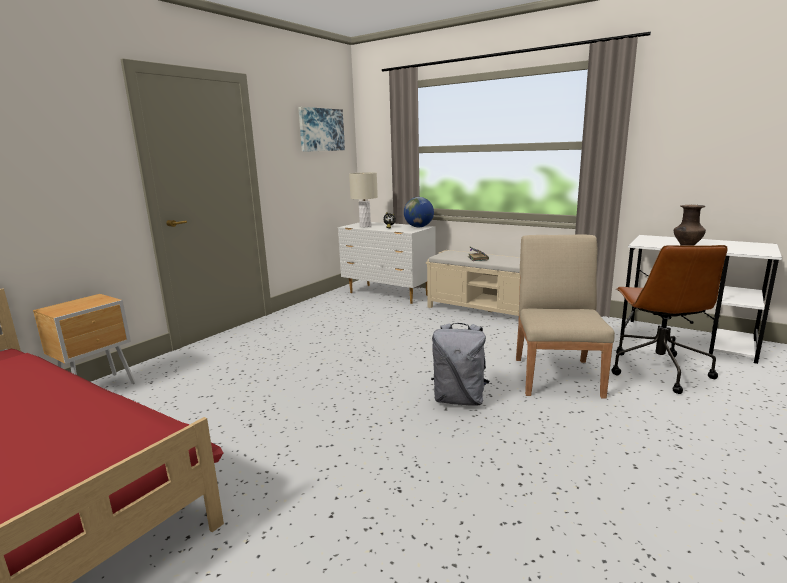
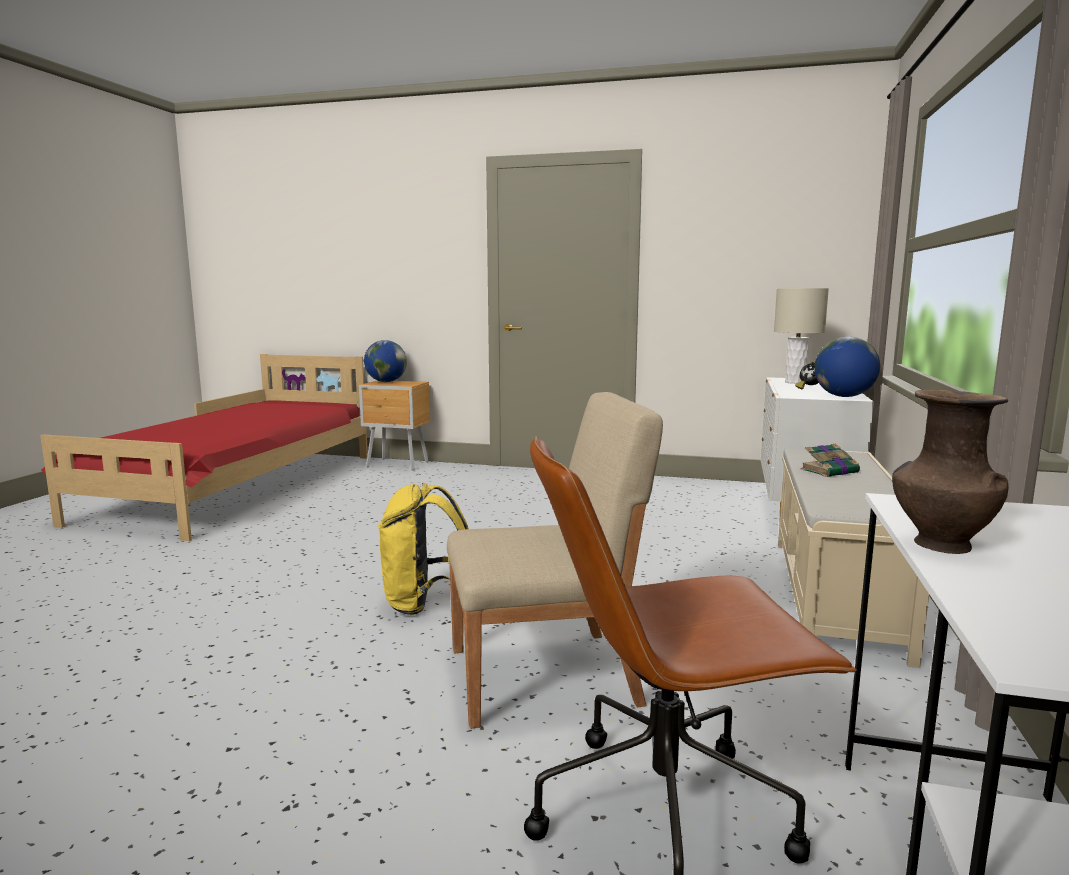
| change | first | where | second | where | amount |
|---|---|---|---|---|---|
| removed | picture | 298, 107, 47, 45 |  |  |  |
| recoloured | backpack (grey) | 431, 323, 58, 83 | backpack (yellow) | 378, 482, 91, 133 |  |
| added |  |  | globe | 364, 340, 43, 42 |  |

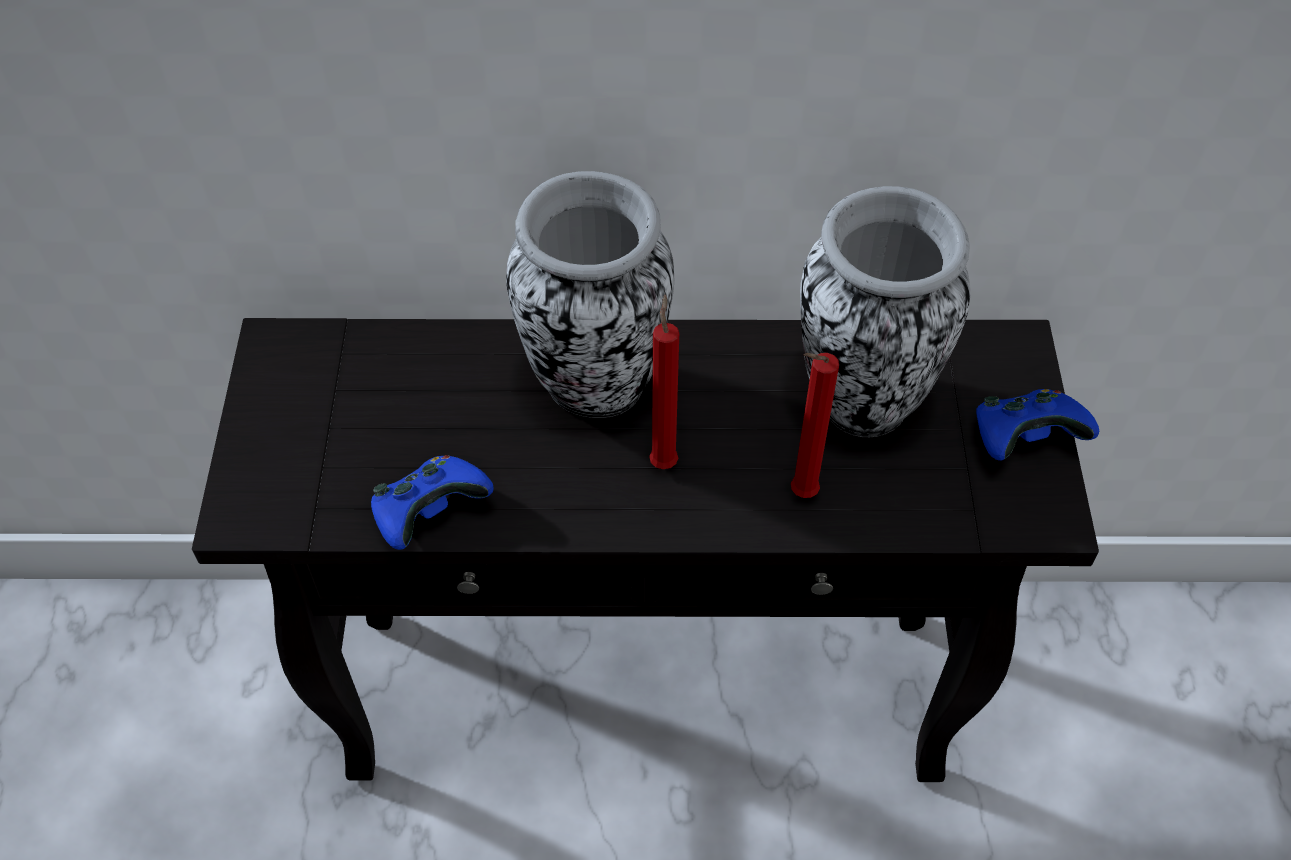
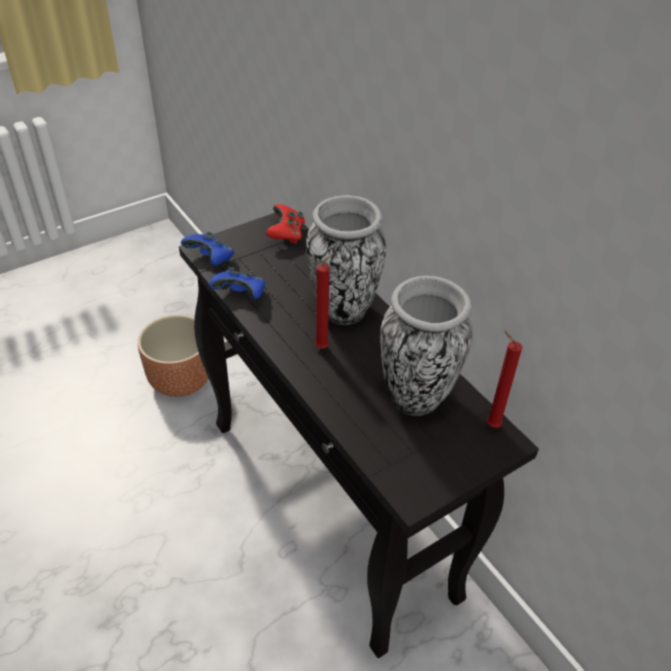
| change | first | where | second | where | amount |
|---|---|---|---|---|---|
| moved | candle (red) | 791, 353, 48, 145 |  | 487, 330, 35, 98 |  |
| moved | game controller (blue) | 976, 389, 123, 72 |  | 181, 232, 54, 34 |  |
| added |  |  | game controller (red) | 266, 204, 39, 40 |  |
| added |  |  | planter (brown) | 138, 314, 71, 83 |  |

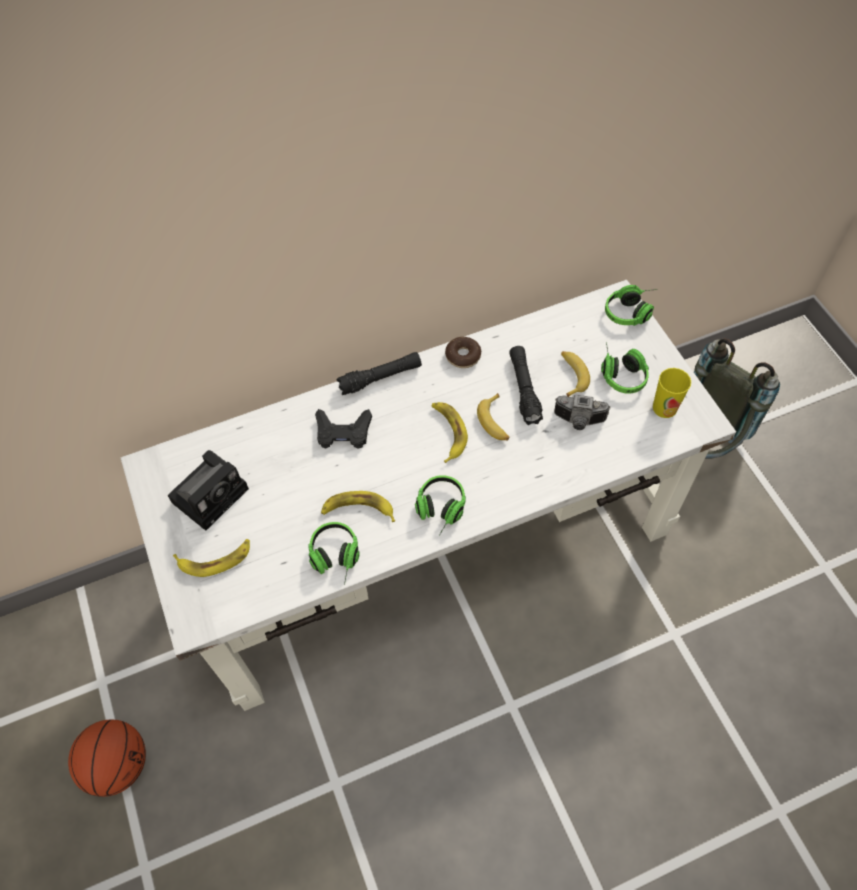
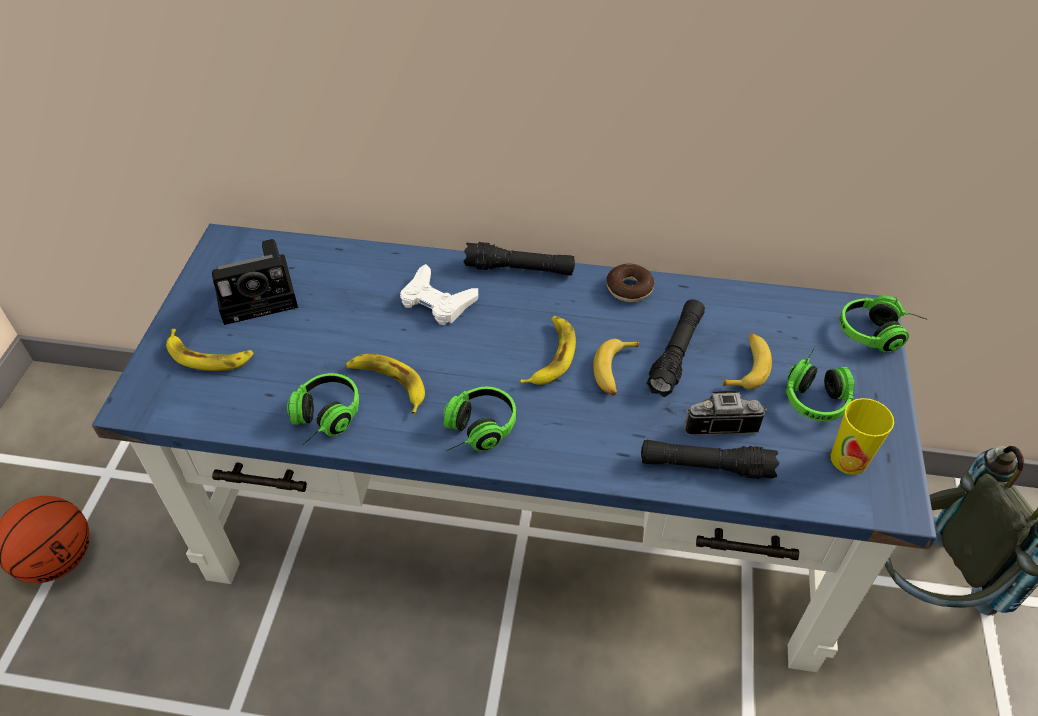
| change | first | where | second | where | amount |
|---|---|---|---|---|---|
| recoloured | desk (white) | 120, 280, 616, 431 | desk (blue) | 92, 224, 844, 448 |  |
| turned | photo camera | 554, 394, 56, 36 |  | 684, 390, 83, 46 | 135 degrees clockwise |
| recoloured | game controller (black) | 315, 409, 57, 40 | game controller (white) | 400, 264, 78, 61 |  |
| added |  |  | flashlight (black) | 641, 440, 138, 39 |  |

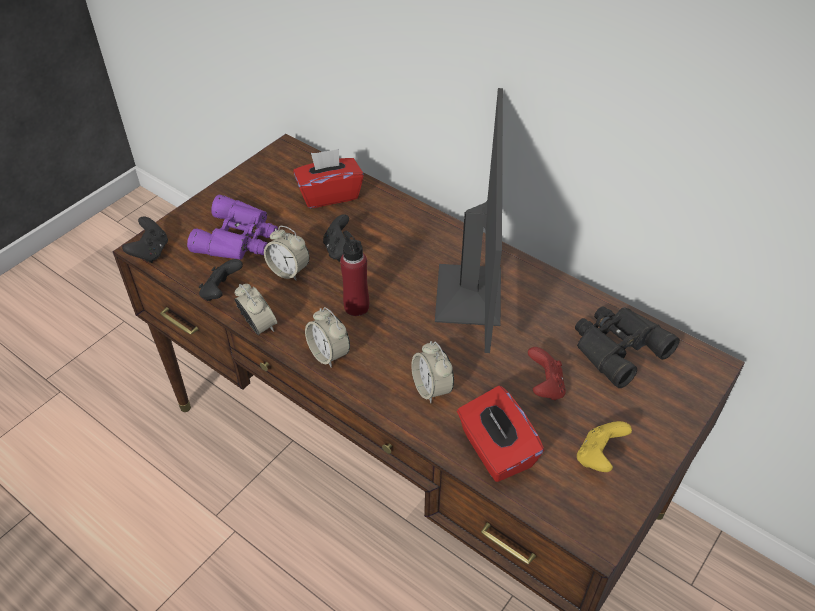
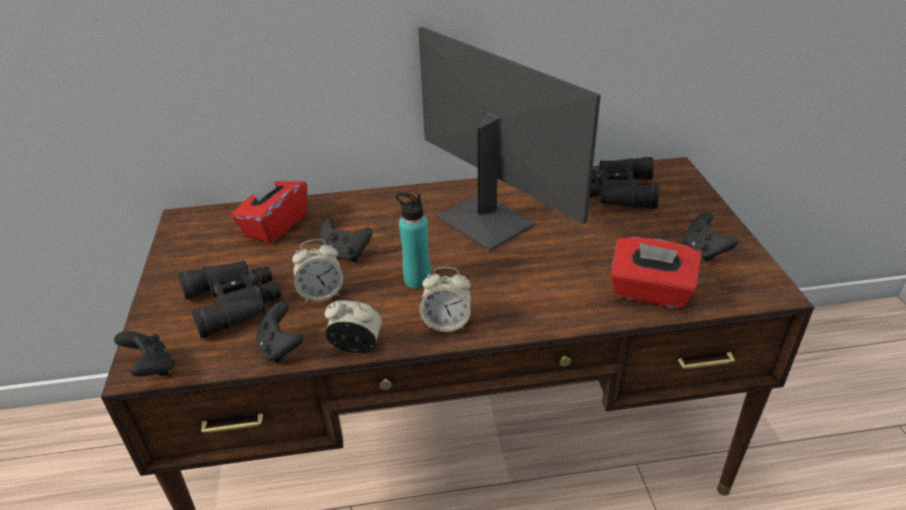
| change | first | where | second | where | amount |
|---|---|---|---|---|---|
| recoloured | binoculars (purple) | 187, 195, 91, 65 | binoculars (black) | 178, 260, 103, 78 |  |
| recoloured | bottle (red) | 340, 231, 29, 85 | bottle (turquoise) | 396, 192, 35, 97 |  |
| removed | alarm clock | 411, 341, 43, 62 |  |  |  |
| removed | game controller (red) | 528, 347, 38, 53 |  |  |  |
| recoloured | game controller (yellow) | 577, 421, 55, 51 | game controller (black) | 684, 212, 55, 50 |  |

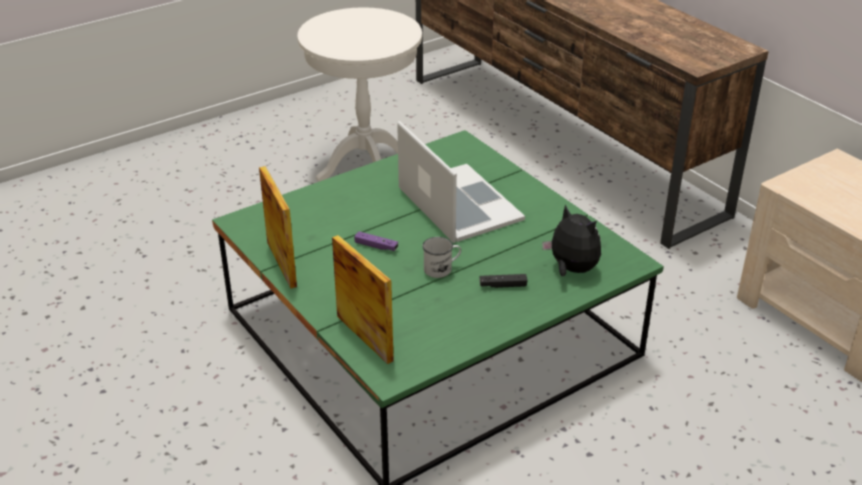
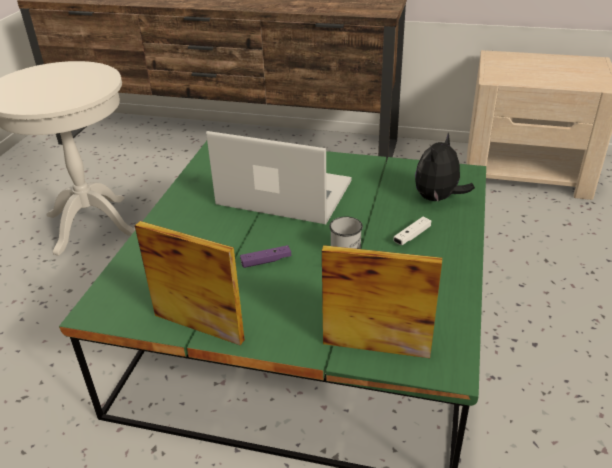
| change | first | where | second | where | amount |
|---|---|---|---|---|---|
| turned | plush toy | 542, 205, 59, 71 |  | 415, 133, 60, 69 | 60 degrees counterclockwise |
| recoloured | game controller (black) | 479, 274, 48, 14 | game controller (white) | 393, 217, 38, 28 |  |

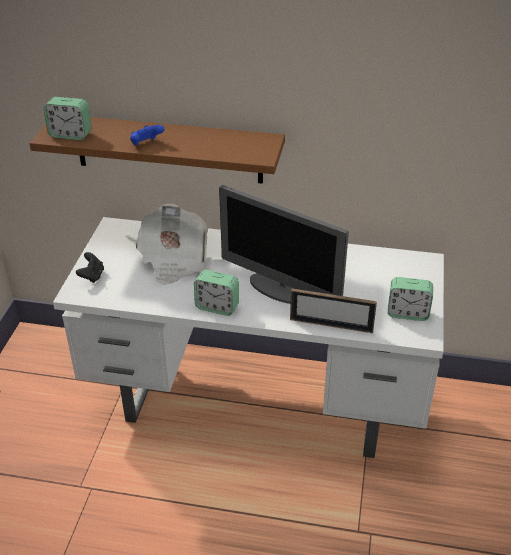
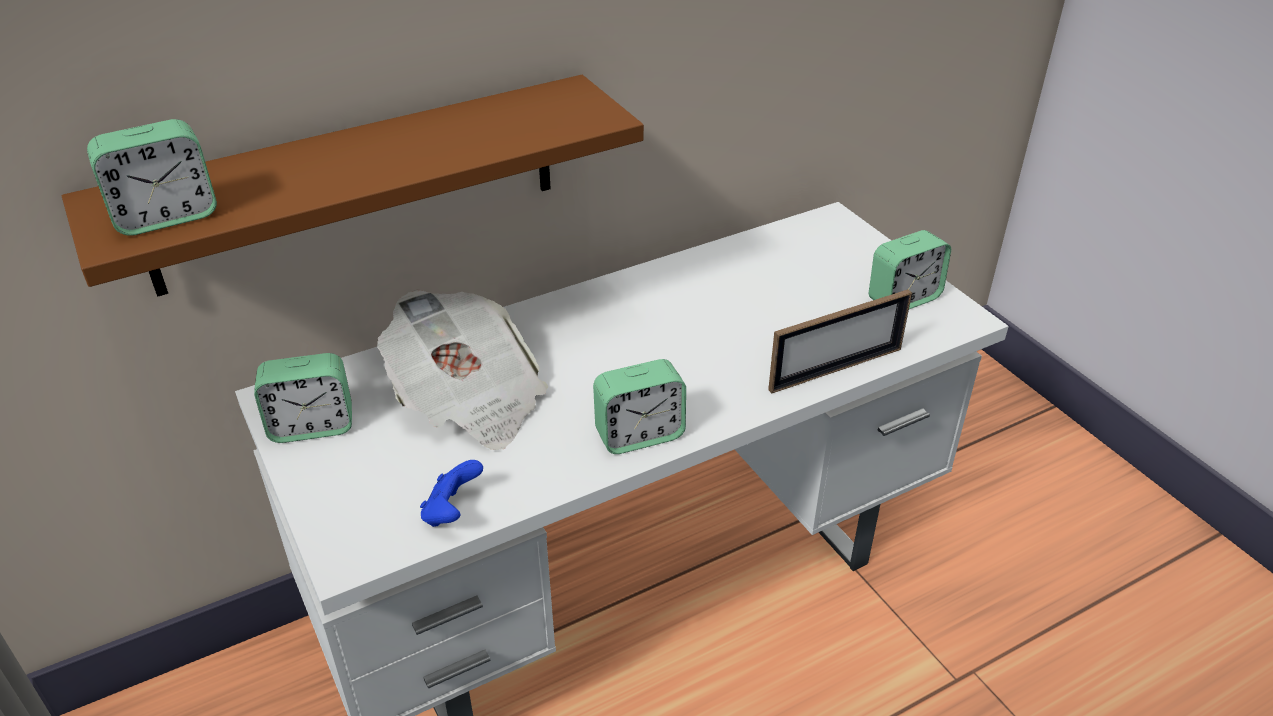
| change | first | where | second | where | amount |
|---|---|---|---|---|---|
| moved | game controller (blue) | 130, 125, 34, 20 |  | 420, 460, 63, 67 |  |
| removed | monitor | 219, 185, 130, 119 |  |  |  |
| removed | game controller (black) | 76, 252, 28, 31 |  |  |  |
| added |  |  | alarm clock | 254, 353, 98, 90 |  |

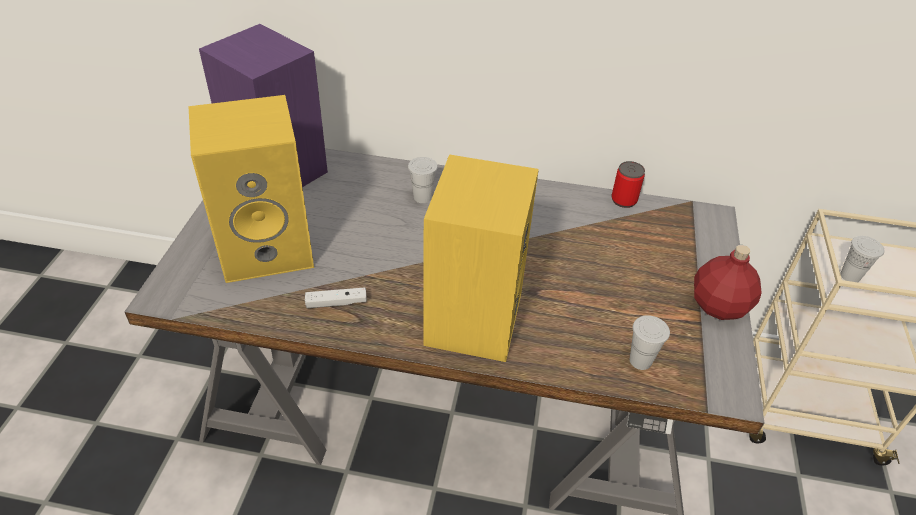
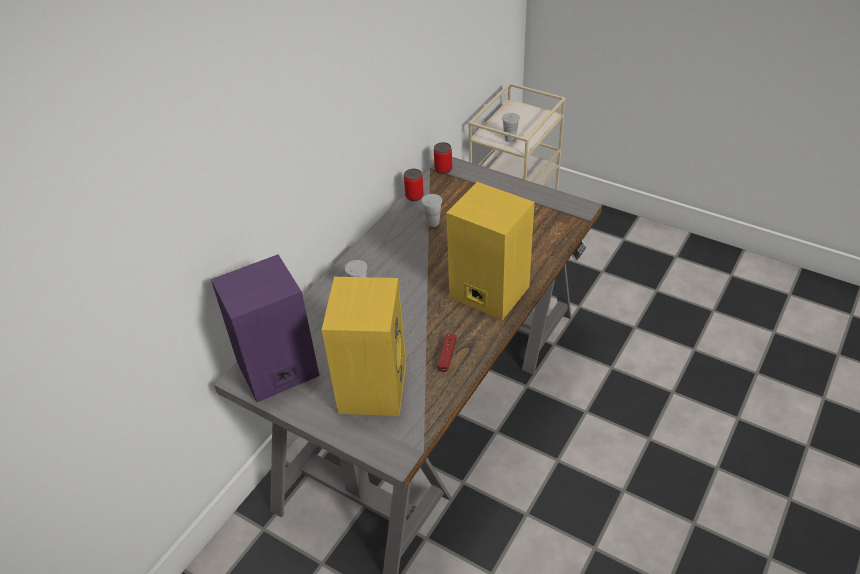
| change | first | where | second | where | amount |
|---|---|---|---|---|---|
| removed | bottle (red) | 694, 245, 68, 75 |  |  |  |
| recoloured | game controller (white) | 305, 287, 62, 21 | game controller (red) | 438, 334, 19, 38 |  |
| moved | cup (white) | 630, 315, 40, 55 |  | 421, 194, 21, 33 |  |
| added |  |  | can | 434, 142, 18, 32 |  |

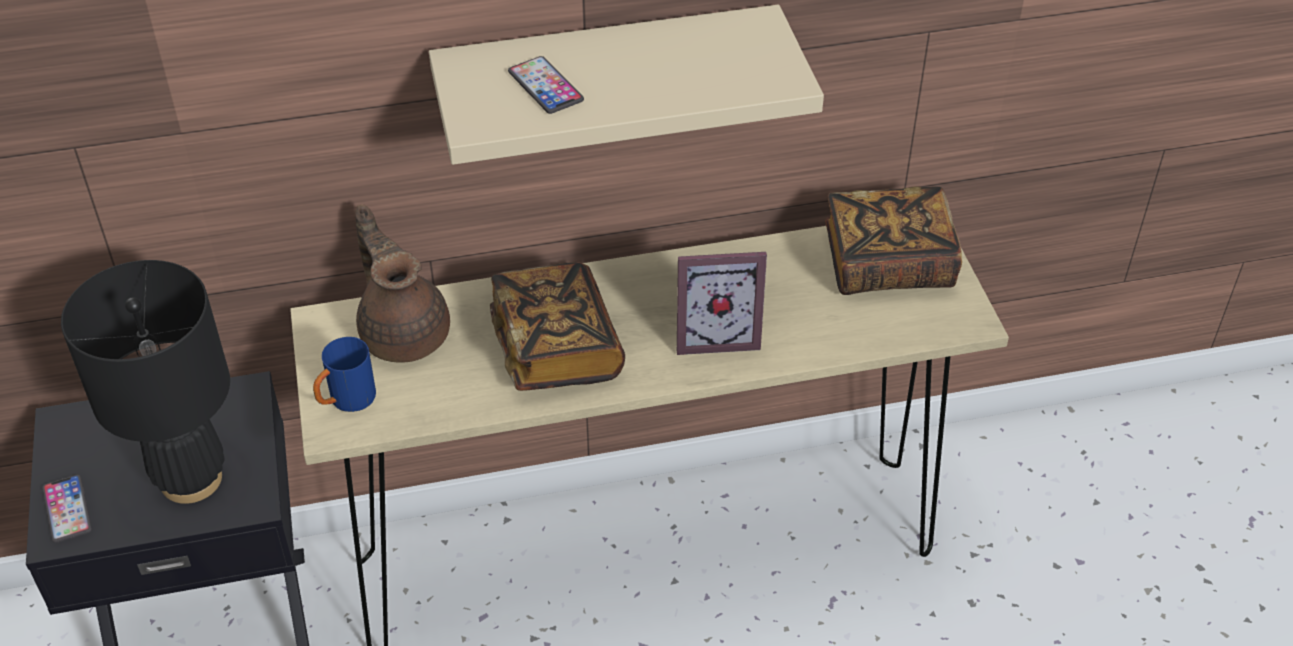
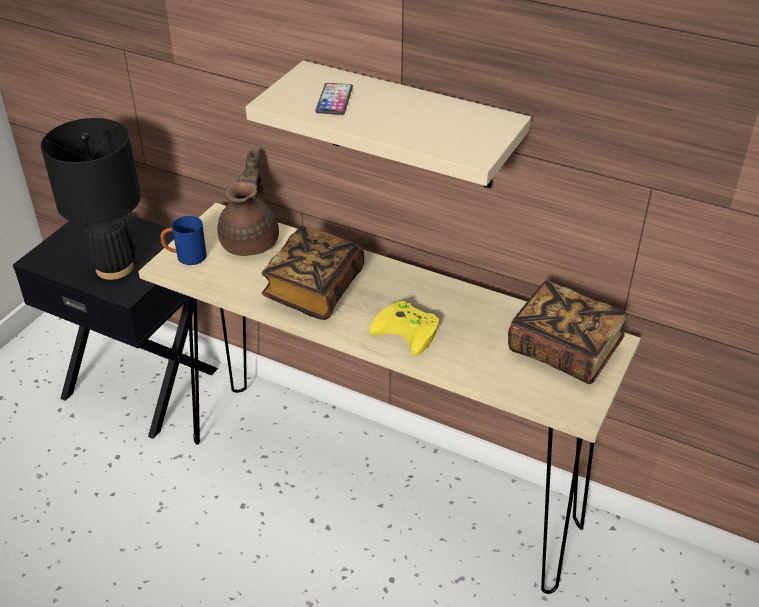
| change | first | where | second | where | amount |
|---|---|---|---|---|---|
| replaced | picture frame | 677, 252, 90, 103 | game controller (yellow) | 369, 301, 70, 55 |  |
| removed | phone | 42, 475, 50, 68 |  |  |  |

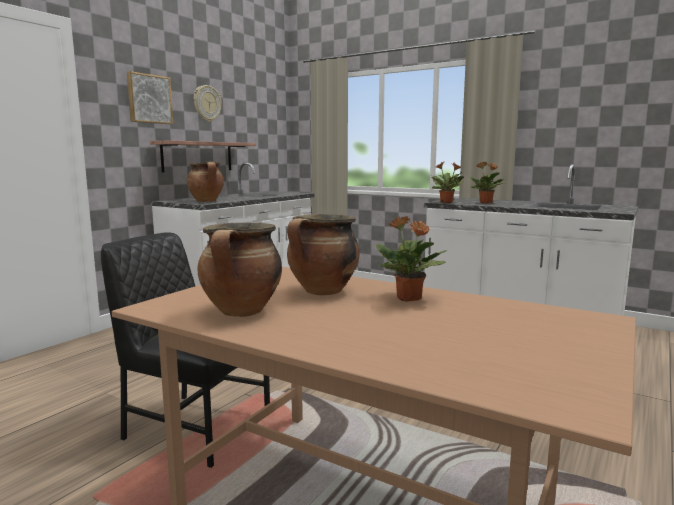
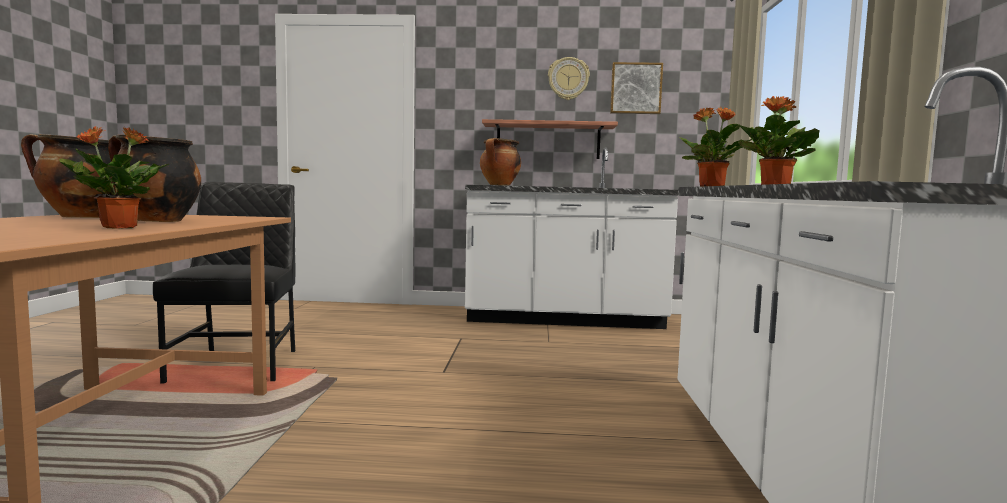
| change | first | where | second | where | amount |
|---|---|---|---|---|---|
| moved | picture | 127, 71, 46, 53 |  | 610, 62, 53, 52 |  |

